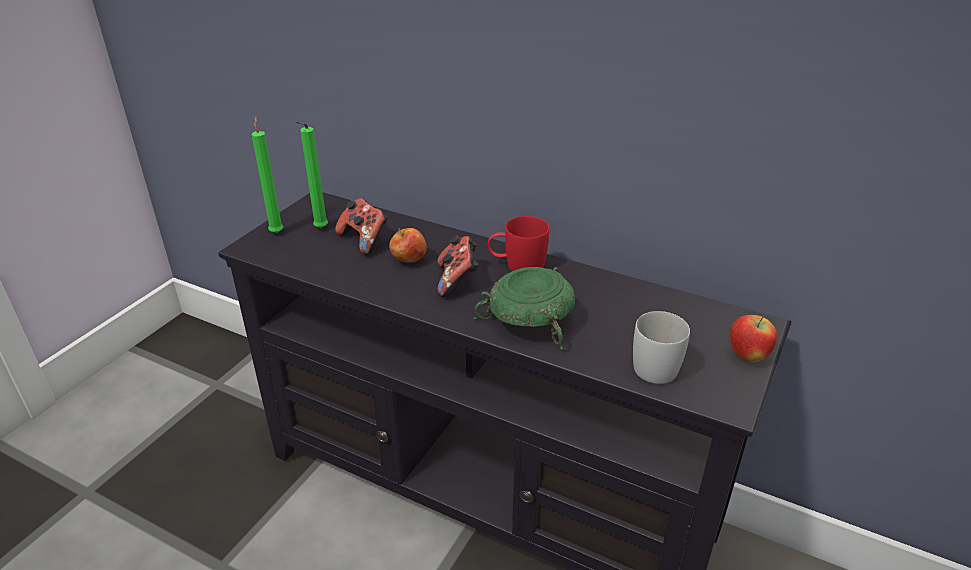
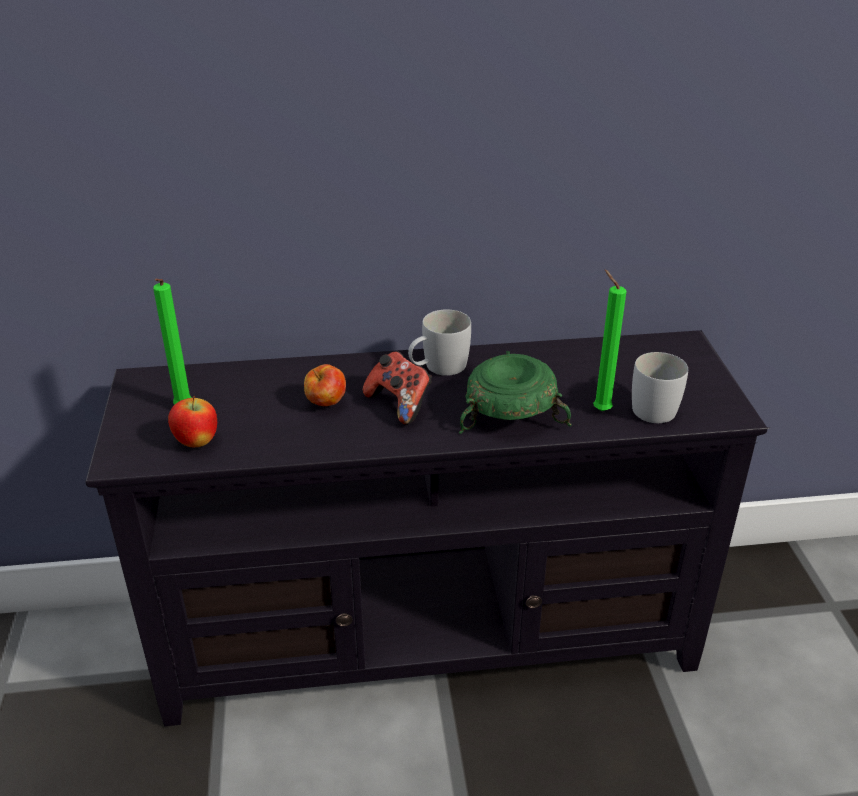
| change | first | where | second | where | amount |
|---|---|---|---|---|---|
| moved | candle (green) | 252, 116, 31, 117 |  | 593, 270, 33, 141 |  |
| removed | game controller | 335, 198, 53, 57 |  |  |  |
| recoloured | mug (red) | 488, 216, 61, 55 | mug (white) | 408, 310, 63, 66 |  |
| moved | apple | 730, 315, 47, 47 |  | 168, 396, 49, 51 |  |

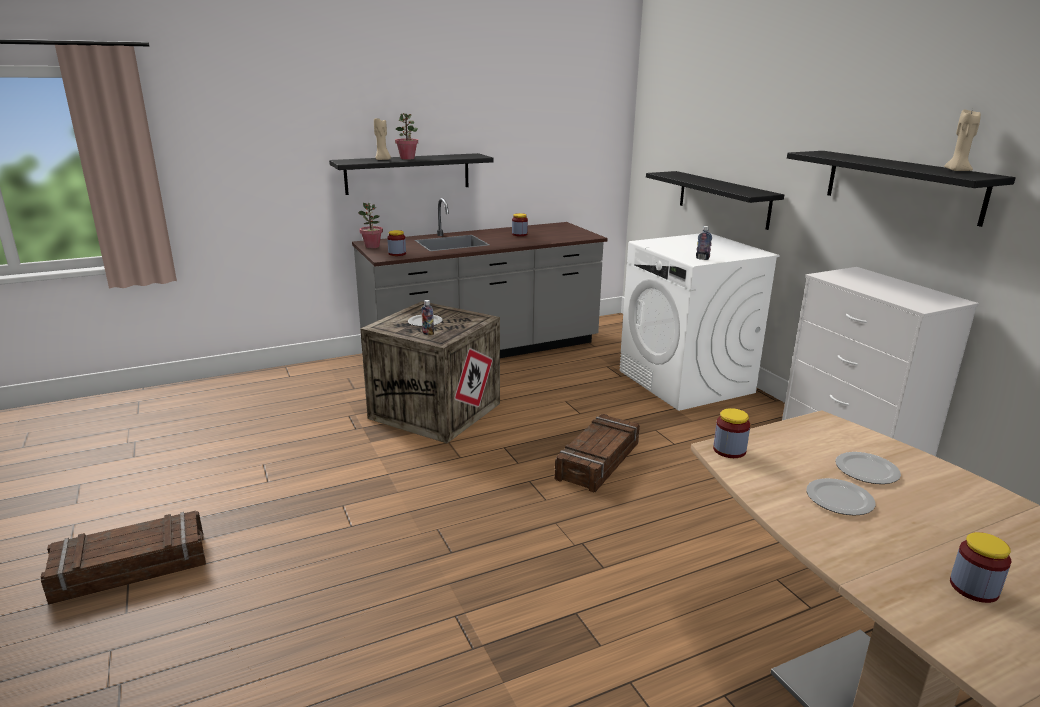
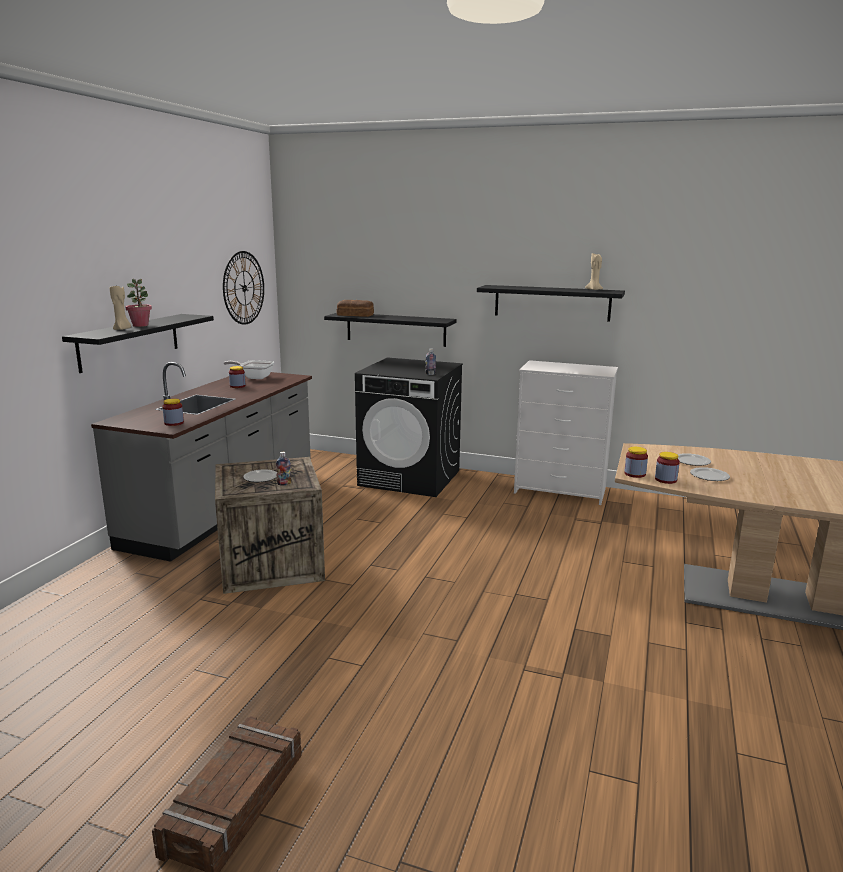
| change | first | where | second | where | amount |
|---|---|---|---|---|---|
| removed | potted plant | 358, 203, 25, 45 |  |  |  |
| recoloured | washing machine (white) | 619, 234, 161, 177 | washing machine (black) | 355, 357, 108, 140 |  |
| removed | crate | 555, 414, 85, 78 |  |  |  |
| moved | jar | 950, 532, 61, 71 |  | 655, 452, 25, 32 |  |
| added |  |  | wall clock | 223, 251, 41, 74 |  |
| added |  |  | bread | 337, 300, 37, 17 |  |
| added |  |  | frying pan | 224, 360, 50, 19 |  |

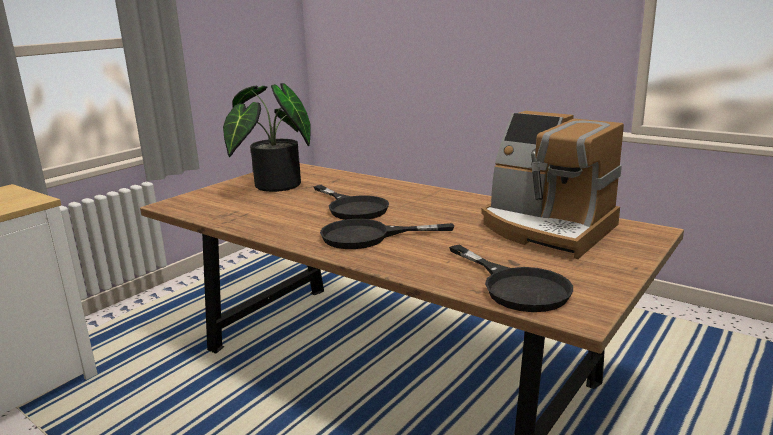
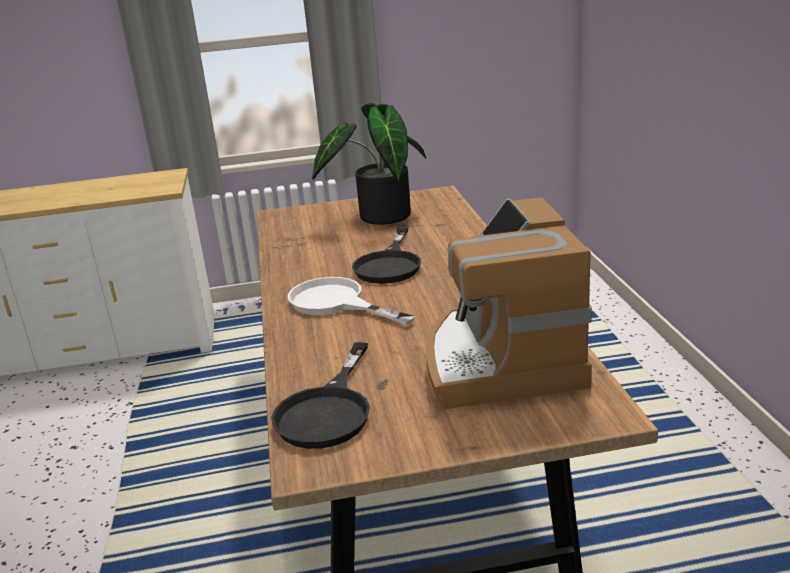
| change | first | where | second | where | amount |
|---|---|---|---|---|---|
| recoloured | frying pan (black) | 320, 219, 134, 30 | frying pan (white) | 288, 277, 127, 48 |  |

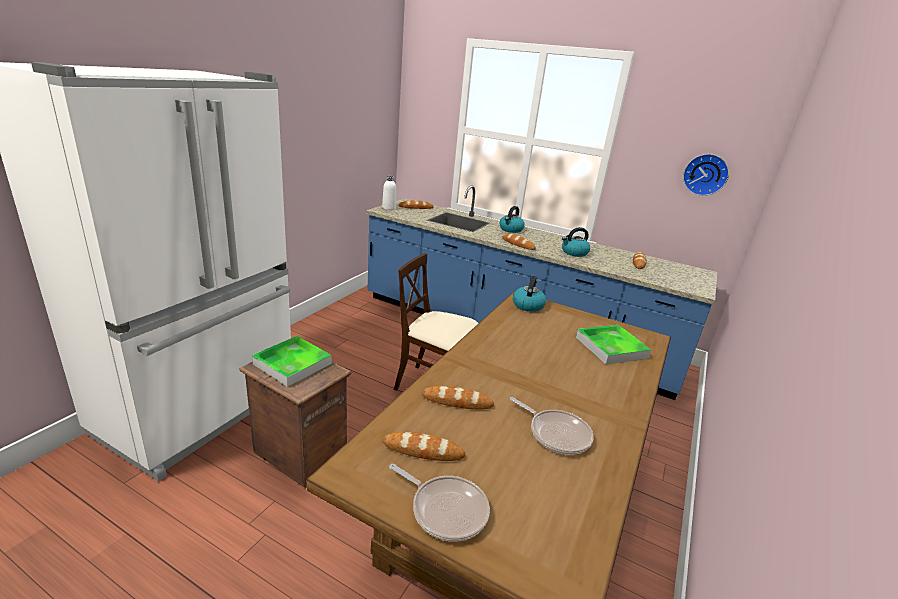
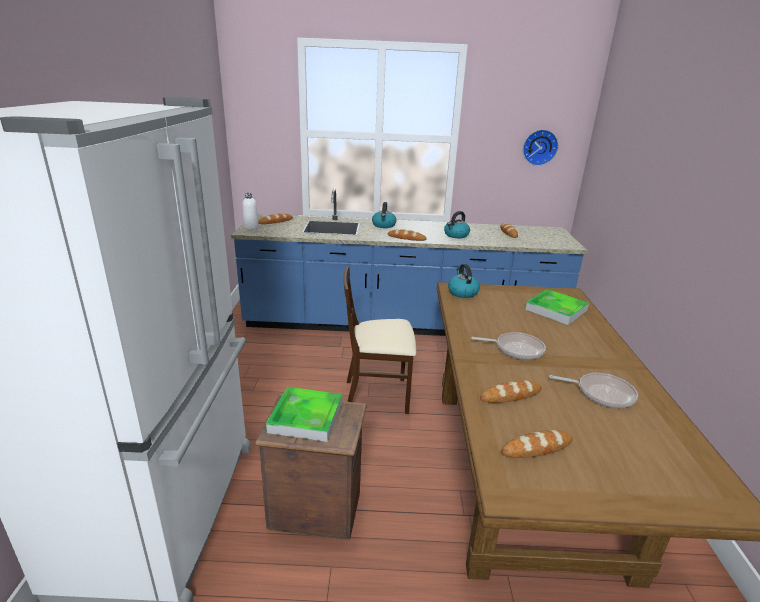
| change | first | where | second | where | amount |
|---|---|---|---|---|---|
| moved | frying pan | 389, 464, 101, 78 |  | 471, 332, 75, 28 |  |

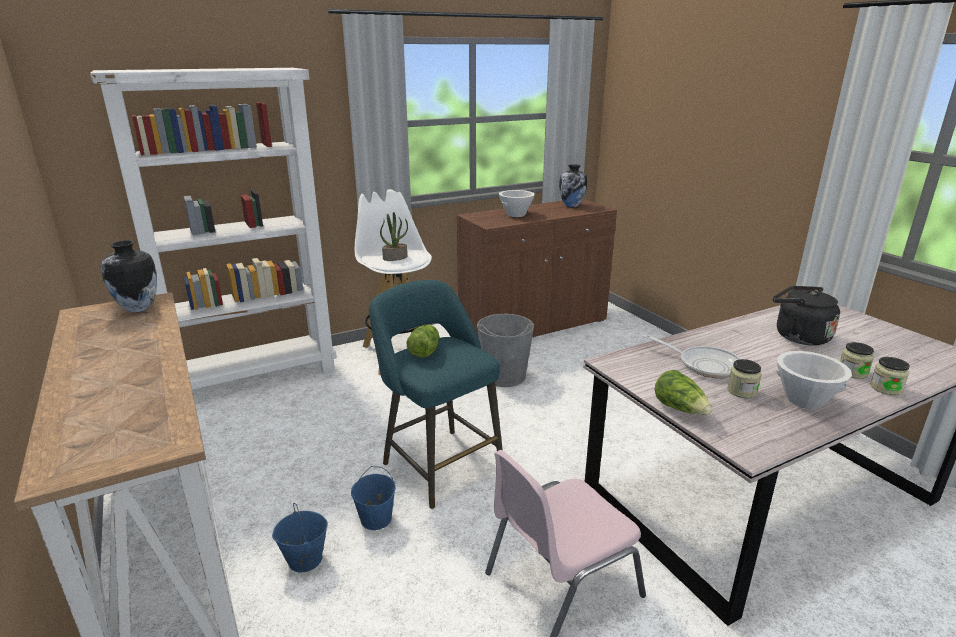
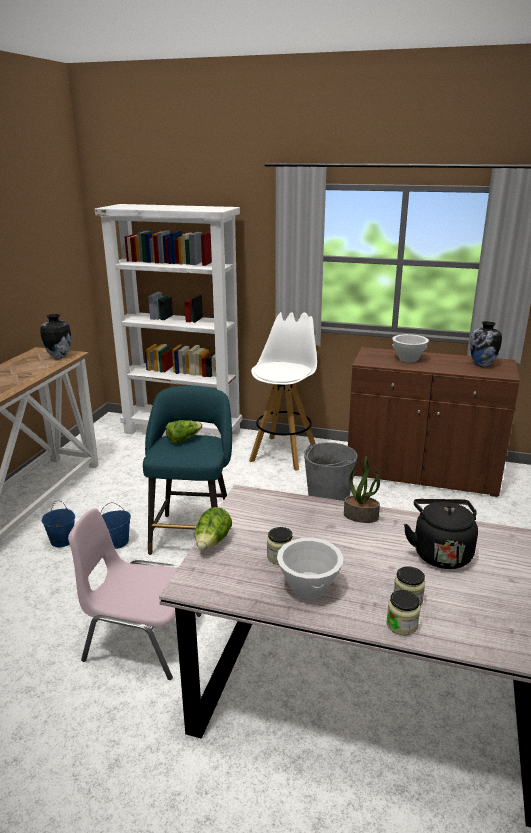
| change | first | where | second | where | amount |
|---|---|---|---|---|---|
| moved | potted plant | 380, 212, 28, 49 |  | 344, 456, 36, 67 |  |
| removed | frying pan | 642, 334, 99, 44 |  |  |  |

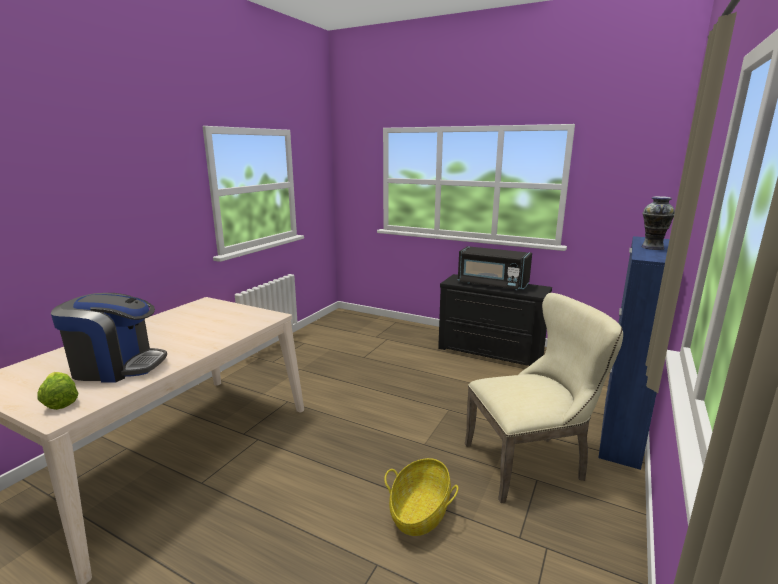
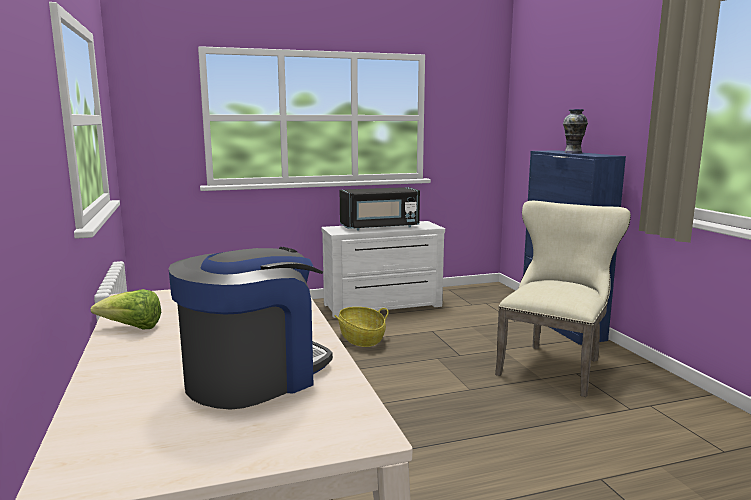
| change | first | where | second | where | amount |
|---|---|---|---|---|---|
| recoloured | dresser (black) | 438, 274, 114, 92 | dresser (white) | 322, 221, 123, 97 |  |
| moved | lettuce | 37, 372, 41, 38 |  | 91, 289, 70, 41 |  |
| moved | basket | 384, 458, 74, 78 |  | 334, 307, 55, 40 |  |

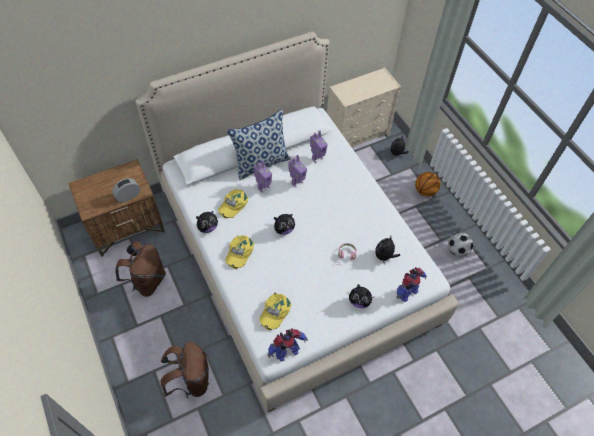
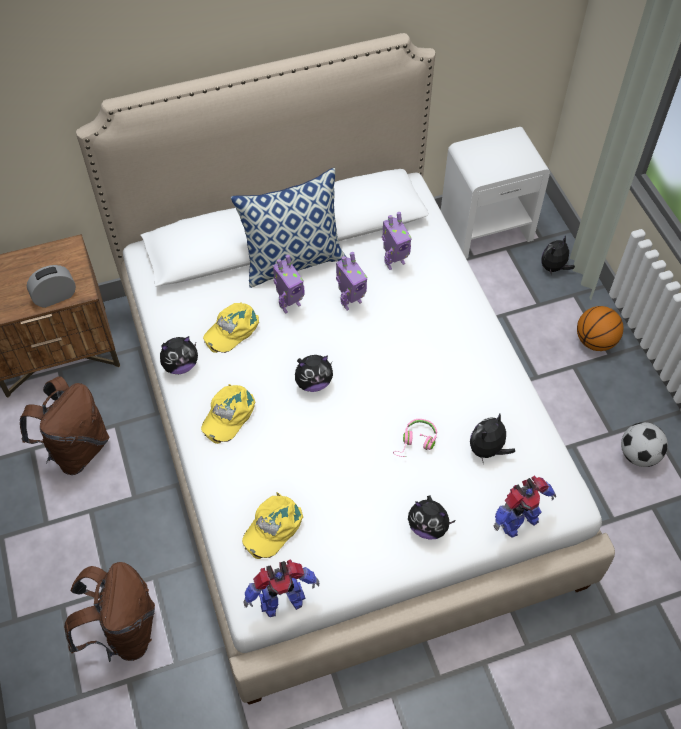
| change | first | where | second | where | amount |
|---|---|---|---|---|---|
| replaced | dresser (beige) | 327, 67, 74, 80 | nightstand (white) | 441, 127, 109, 132 |  |

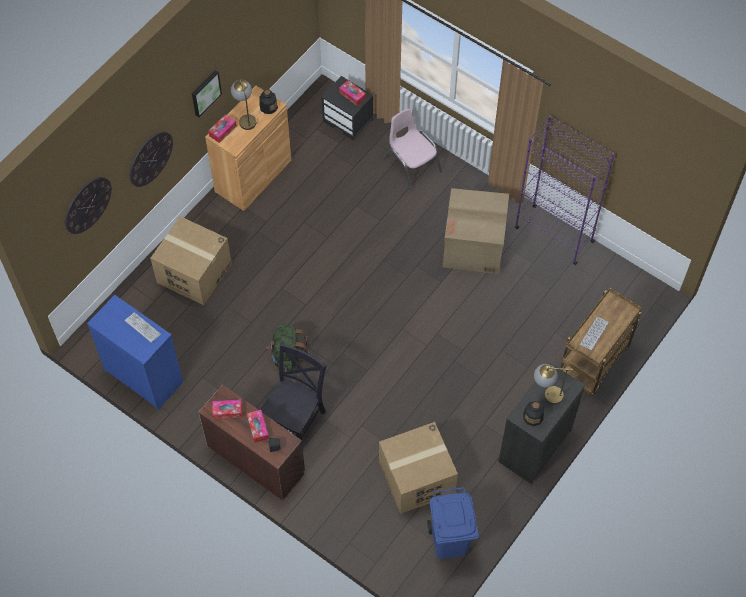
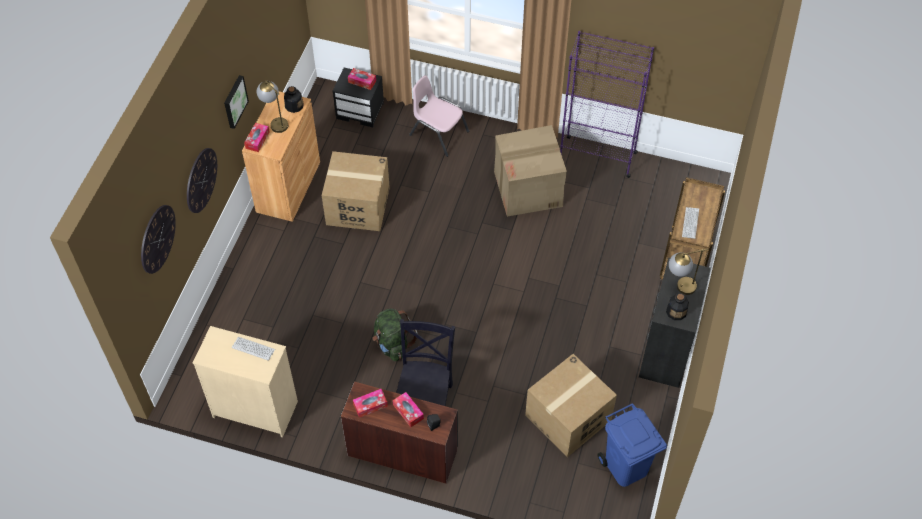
| change | first | where | second | where | amount |
|---|---|---|---|---|---|
| moved | cardboard box | 150, 216, 82, 89 |  | 322, 151, 68, 80 |  |
| recoloured | dresser (blue) | 87, 295, 96, 115 | dresser (beige) | 193, 326, 105, 112 |  |

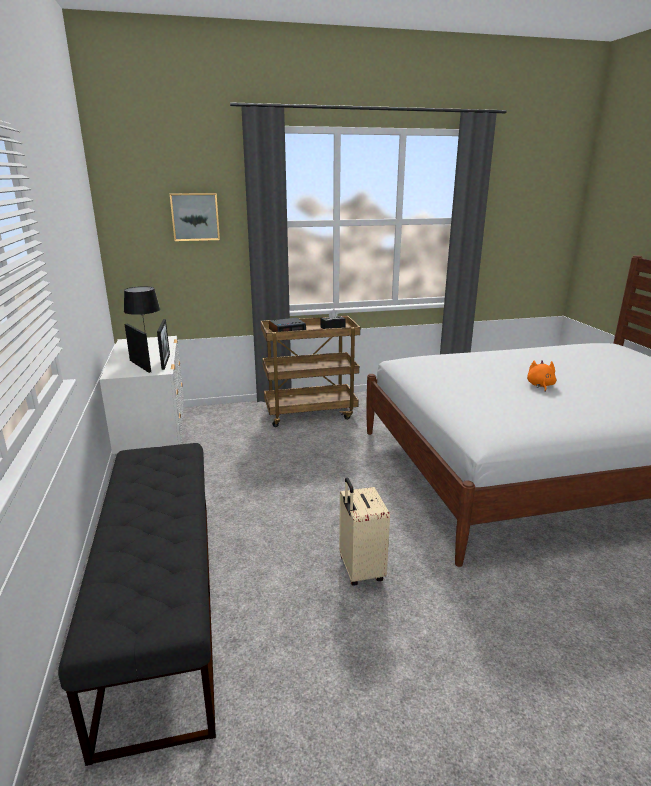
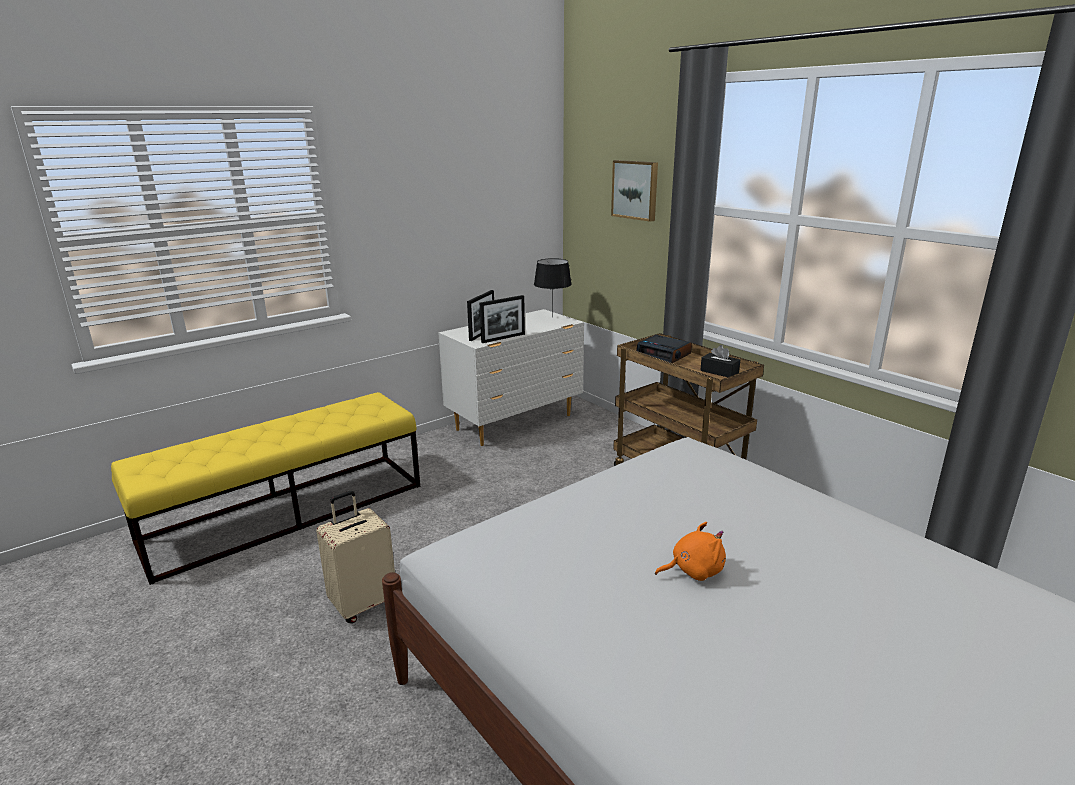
| change | first | where | second | where | amount |
|---|---|---|---|---|---|
| recoloured | bench (black) | 58, 443, 158, 323 | bench (yellow) | 111, 392, 309, 193 |  |

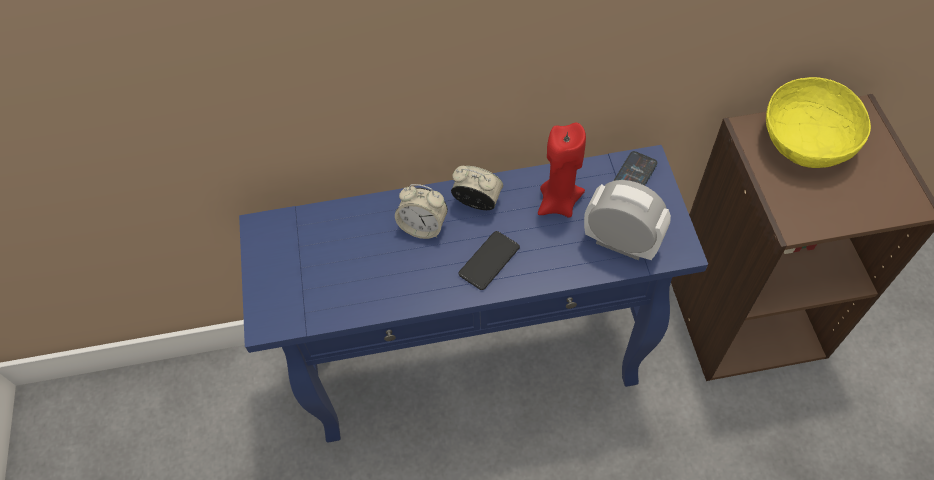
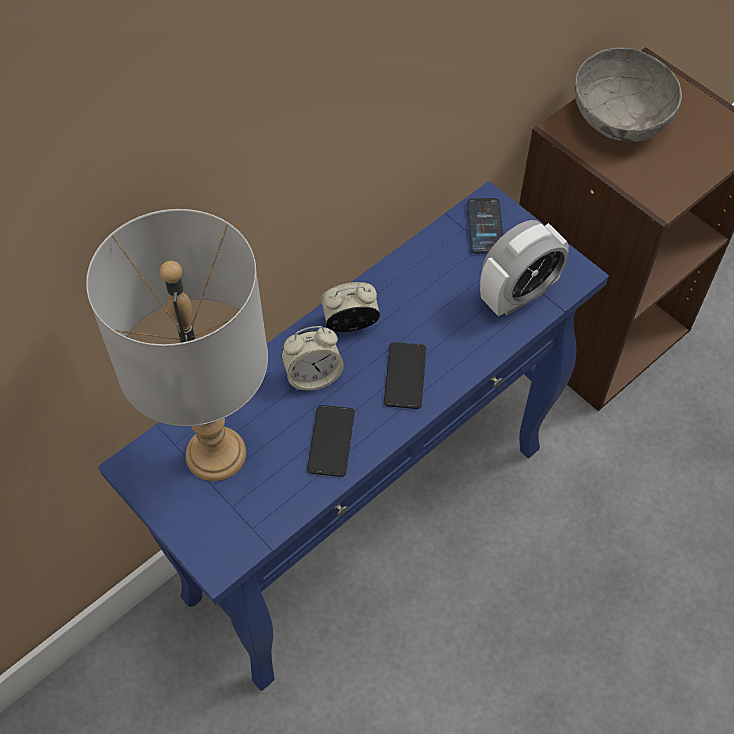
| change | first | where | second | where | amount |
|---|---|---|---|---|---|
| recoloured | bowl (yellow) | 766, 77, 105, 91 | bowl (grey) | 574, 48, 108, 94 |  |
| removed | candle (red) | 538, 123, 48, 95 |  |  |  |
| turned | alarm clock | 584, 180, 87, 80 |  | 480, 220, 89, 96 | 150 degrees clockwise |
| added |  |  | table lamp (grey) | 86, 209, 182, 272 |  |
| added |  |  | phone | 307, 405, 48, 72 |  |

